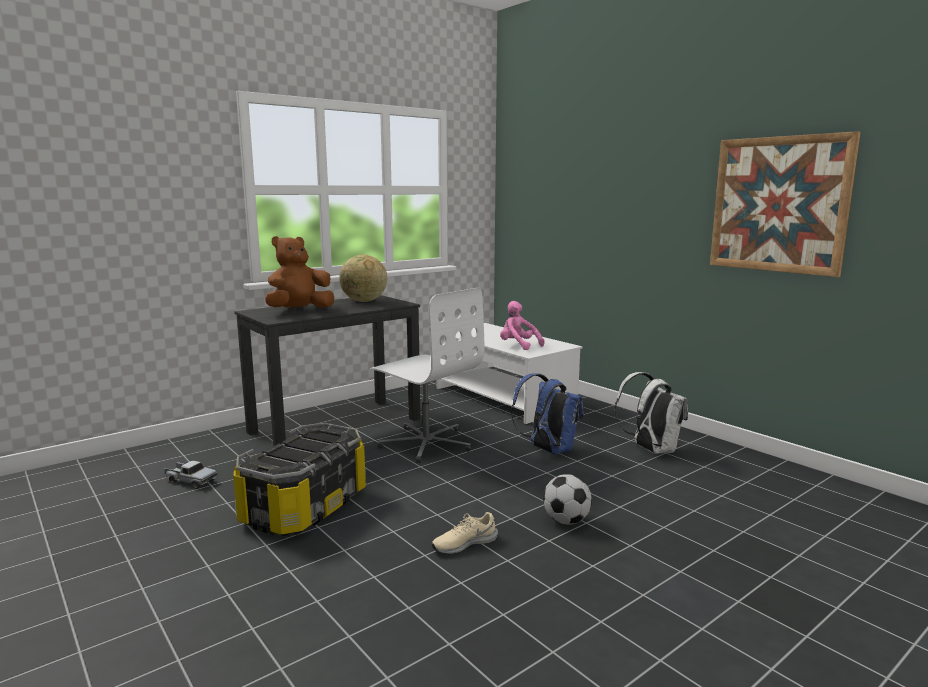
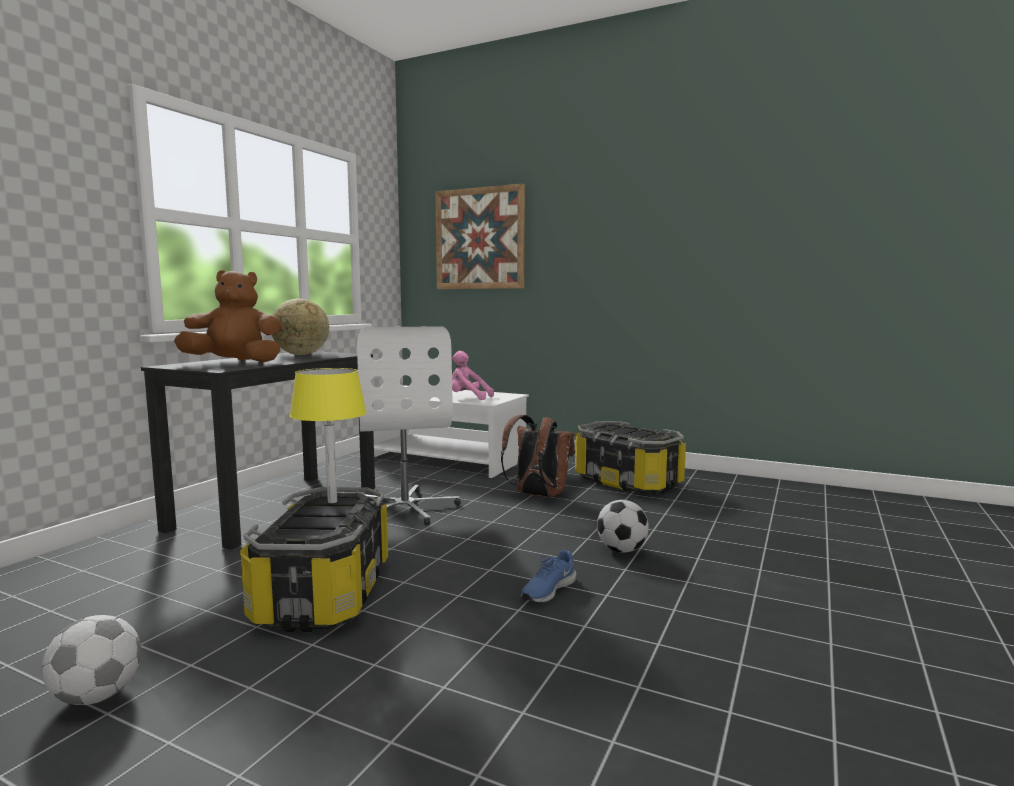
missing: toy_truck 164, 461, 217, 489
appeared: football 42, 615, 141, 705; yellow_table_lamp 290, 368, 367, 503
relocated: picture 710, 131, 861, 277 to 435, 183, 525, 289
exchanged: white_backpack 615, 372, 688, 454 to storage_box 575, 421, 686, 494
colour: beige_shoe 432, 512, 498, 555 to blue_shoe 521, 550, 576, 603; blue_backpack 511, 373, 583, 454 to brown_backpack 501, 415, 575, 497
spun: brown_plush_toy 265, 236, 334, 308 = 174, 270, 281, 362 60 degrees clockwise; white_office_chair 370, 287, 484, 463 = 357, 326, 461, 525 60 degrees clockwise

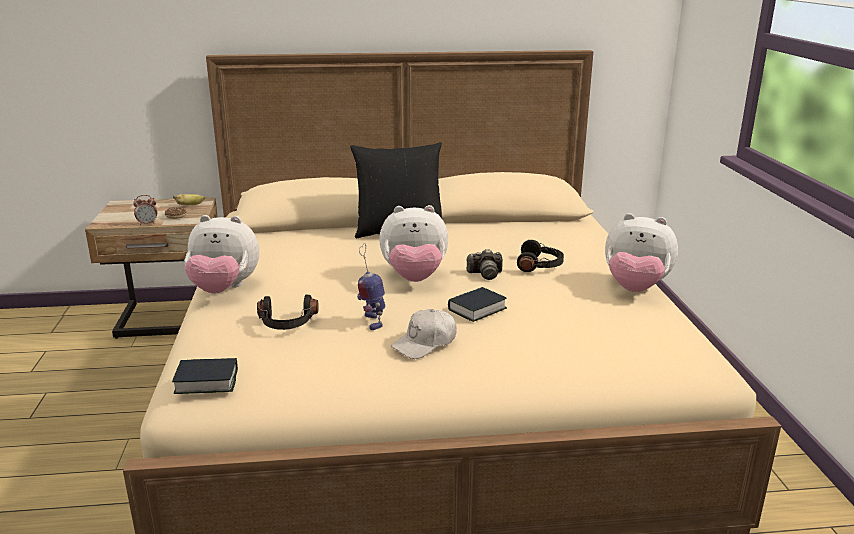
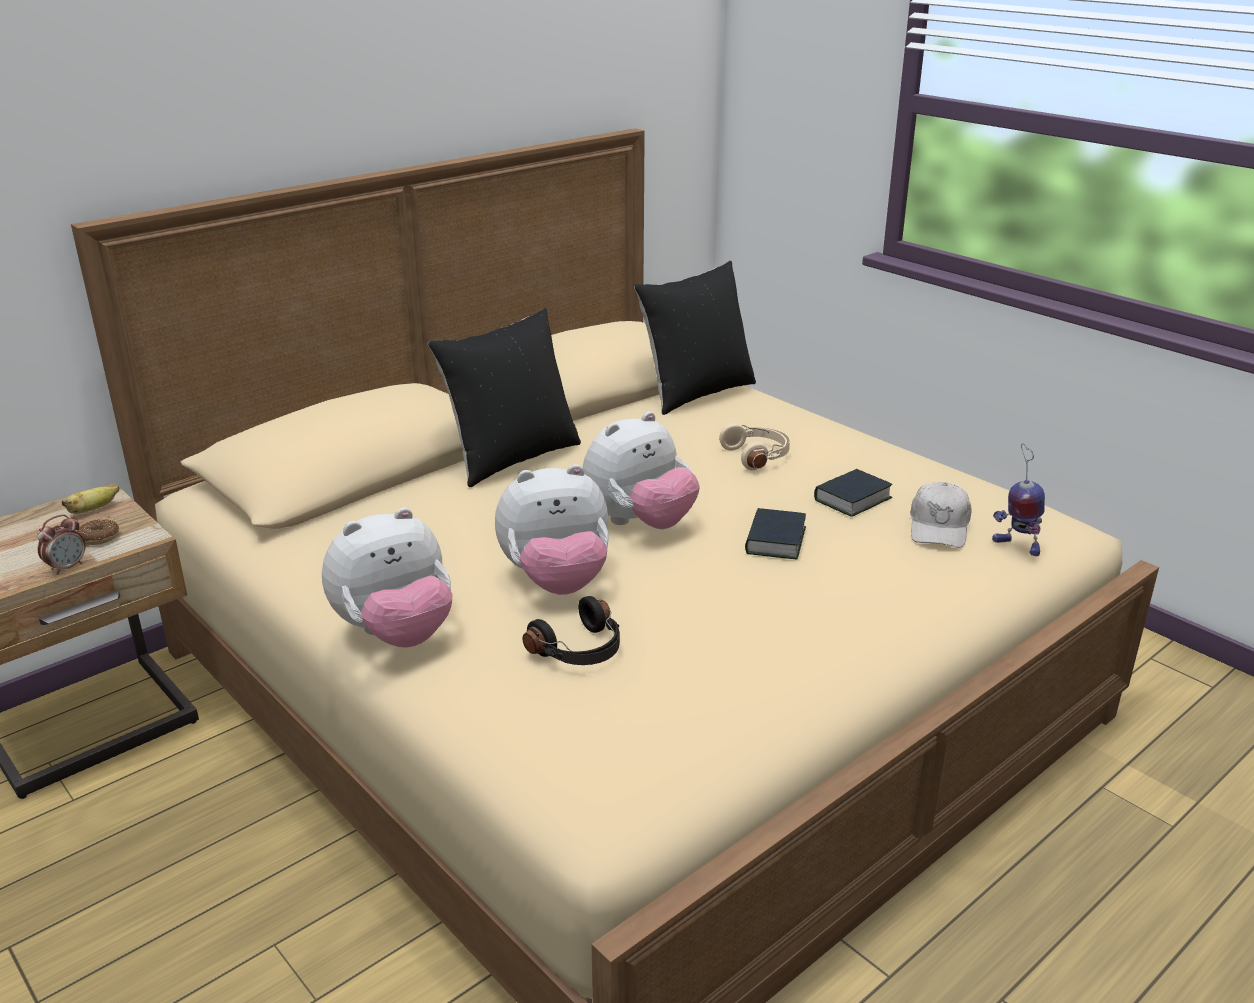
missing: photo_camera 466, 249, 503, 280
appeared: black_pillow 634, 261, 756, 415
relocated: book 172, 358, 238, 394 to 814, 469, 892, 517; toy_robot 357, 243, 385, 330 to 992, 443, 1045, 556; white_cap 391, 309, 457, 359 to 910, 482, 971, 548; plush_toy 605, 213, 678, 292 to 495, 464, 609, 595
colour: black_headphones 517, 240, 564, 272 to beige_headphones 719, 423, 790, 470

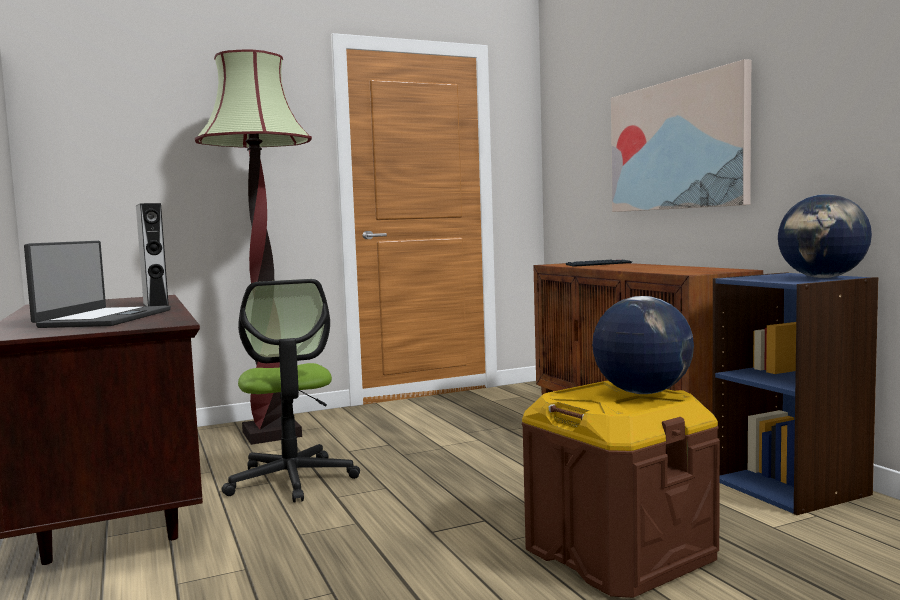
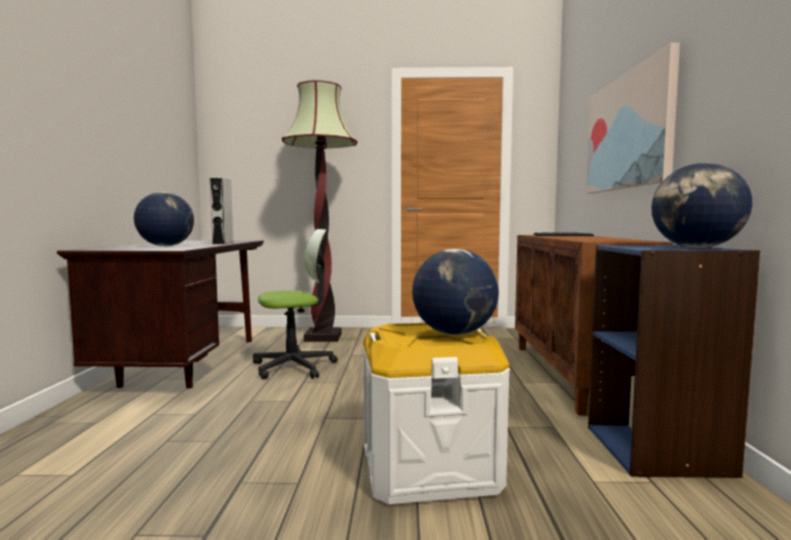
exchanged: laptop 24, 241, 171, 328 to globe 134, 192, 194, 246
colour: brown_storage_box 522, 381, 720, 598 to white_storage_box 363, 323, 510, 505
spun: office_chair 222, 279, 360, 503 = 253, 229, 338, 379 120 degrees counterclockwise

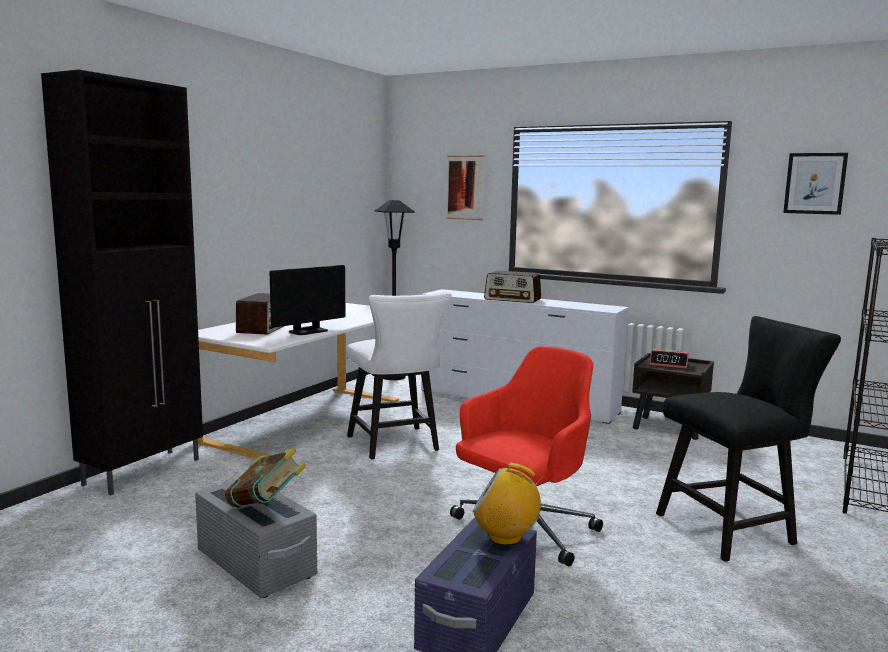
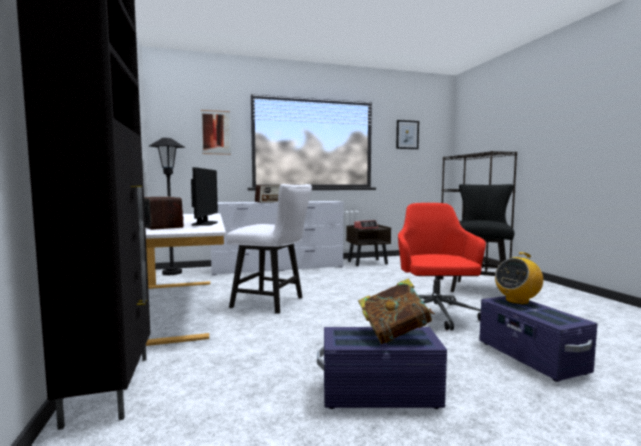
colour: grey_storage_box 195, 480, 317, 598 to purple_storage_box 317, 327, 447, 409

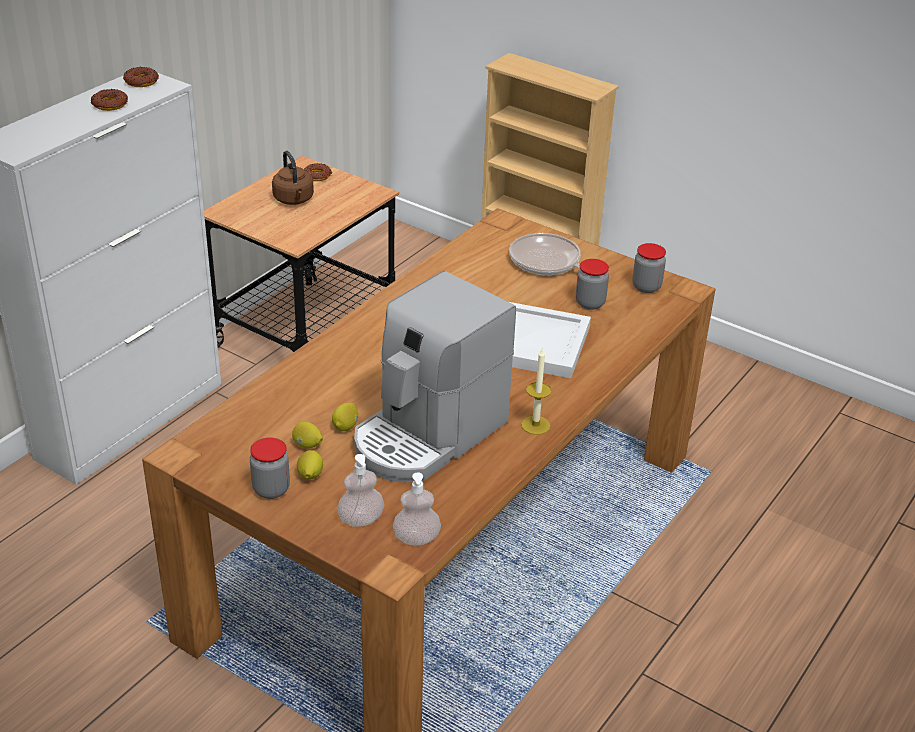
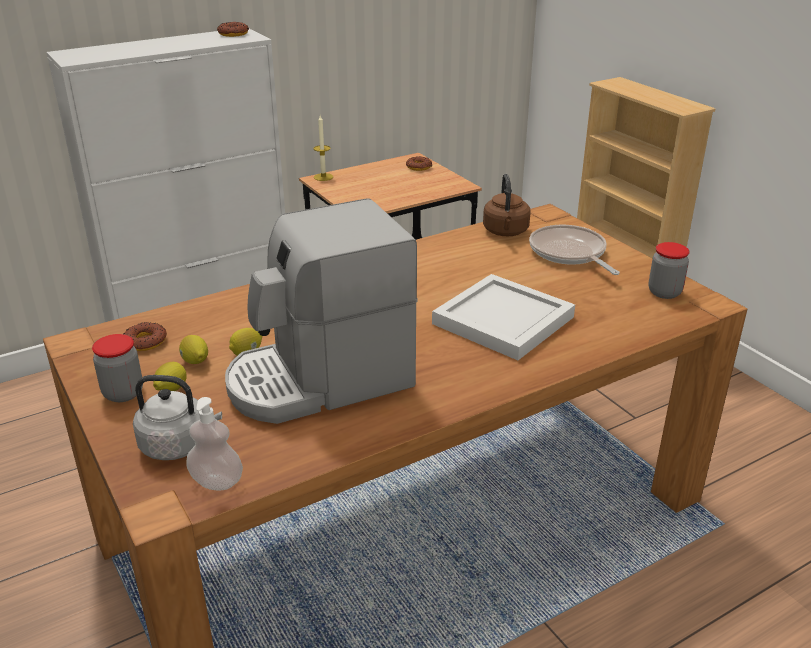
missing: jar 576, 259, 609, 310
relocated: donut 91, 89, 128, 111 to 124, 322, 167, 351; brown_kettle 272, 150, 314, 205 to 483, 174, 531, 236; candle 521, 349, 551, 435 to 314, 115, 333, 181
exchanged: soap_dispenser 337, 454, 384, 527 to grey_kettle 133, 375, 222, 460

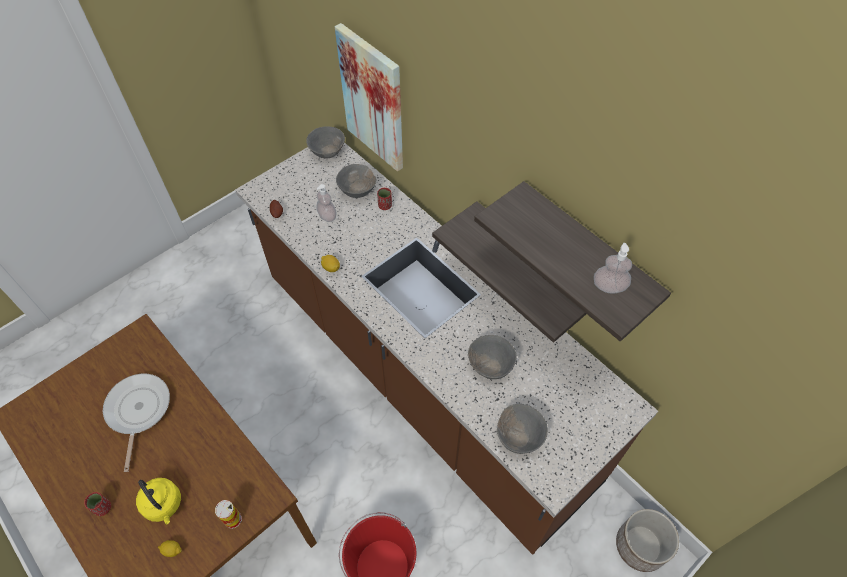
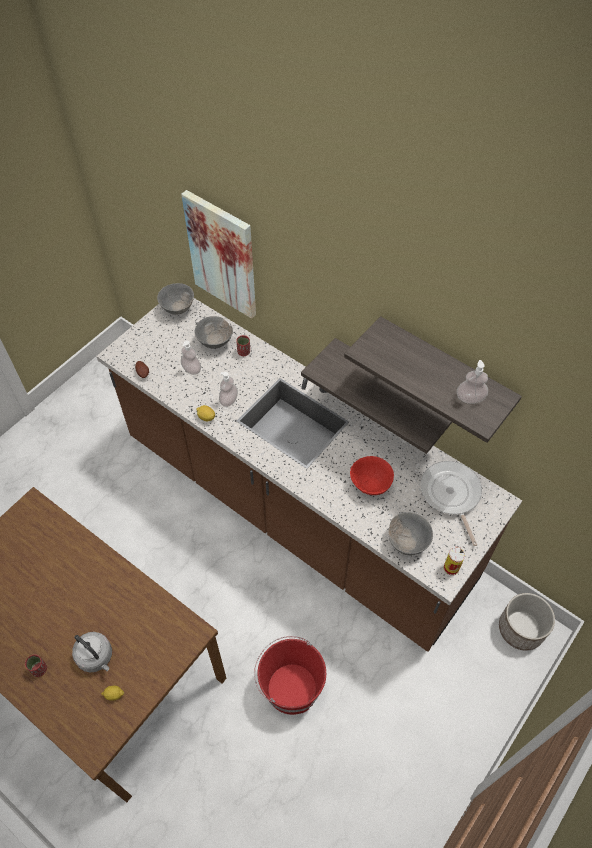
appeared: soap_dispenser 219, 372, 238, 407
relocated: frying_pan 103, 374, 170, 472 to 421, 461, 482, 546; can 215, 500, 242, 529 to 443, 547, 465, 576
colour: yellow_kettle 136, 478, 181, 525 to grey_kettle 72, 632, 112, 672; grey_bowl 468, 335, 516, 379 to red_bowl 350, 456, 394, 495

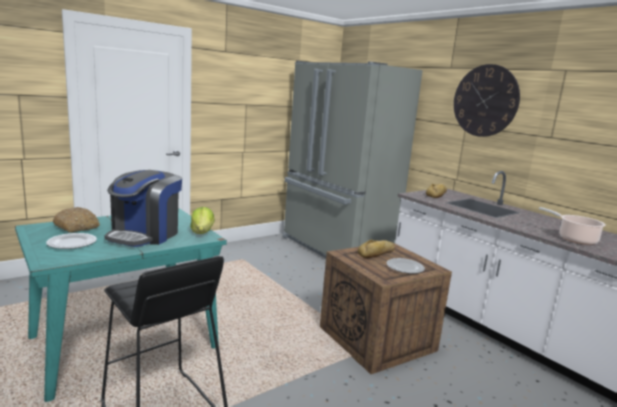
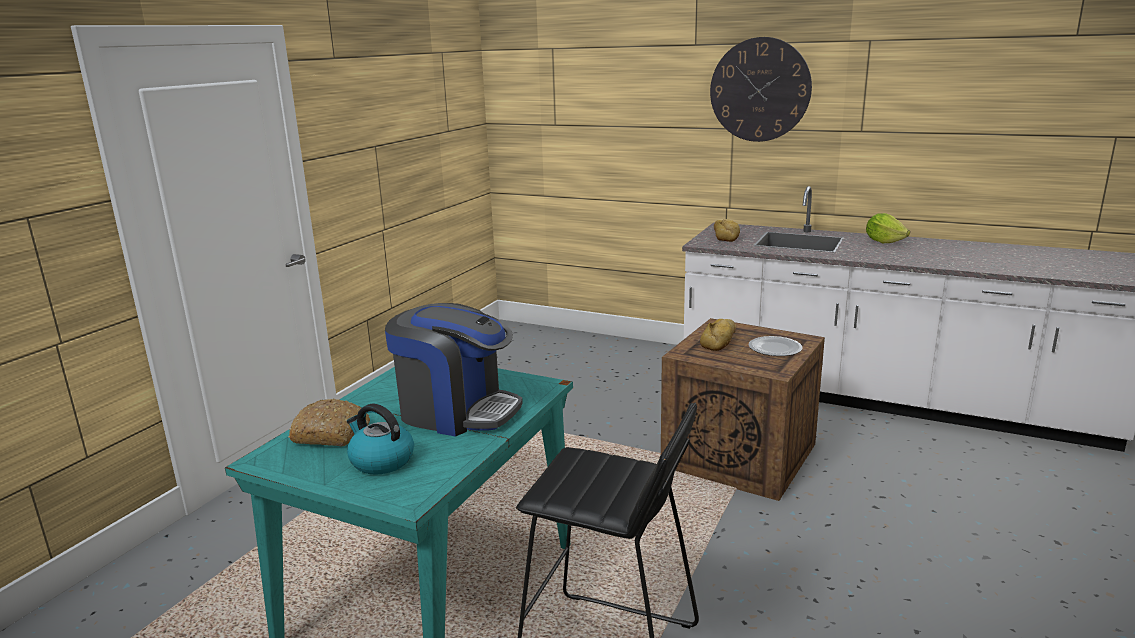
missing: grey_fridge 282, 61, 423, 258; cooking_pot 539, 207, 606, 245
relocated: lettuce 190, 207, 215, 234 to 866, 213, 910, 243
exchanged: plate 46, 233, 97, 249 to kettle 347, 404, 414, 475
spun: coffee_machine 105, 170, 182, 247 = 385, 303, 523, 437 60 degrees counterclockwise

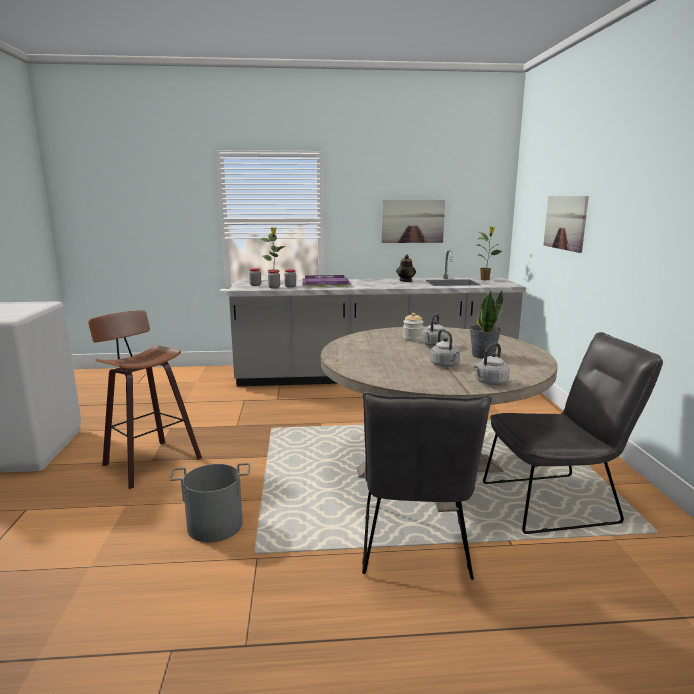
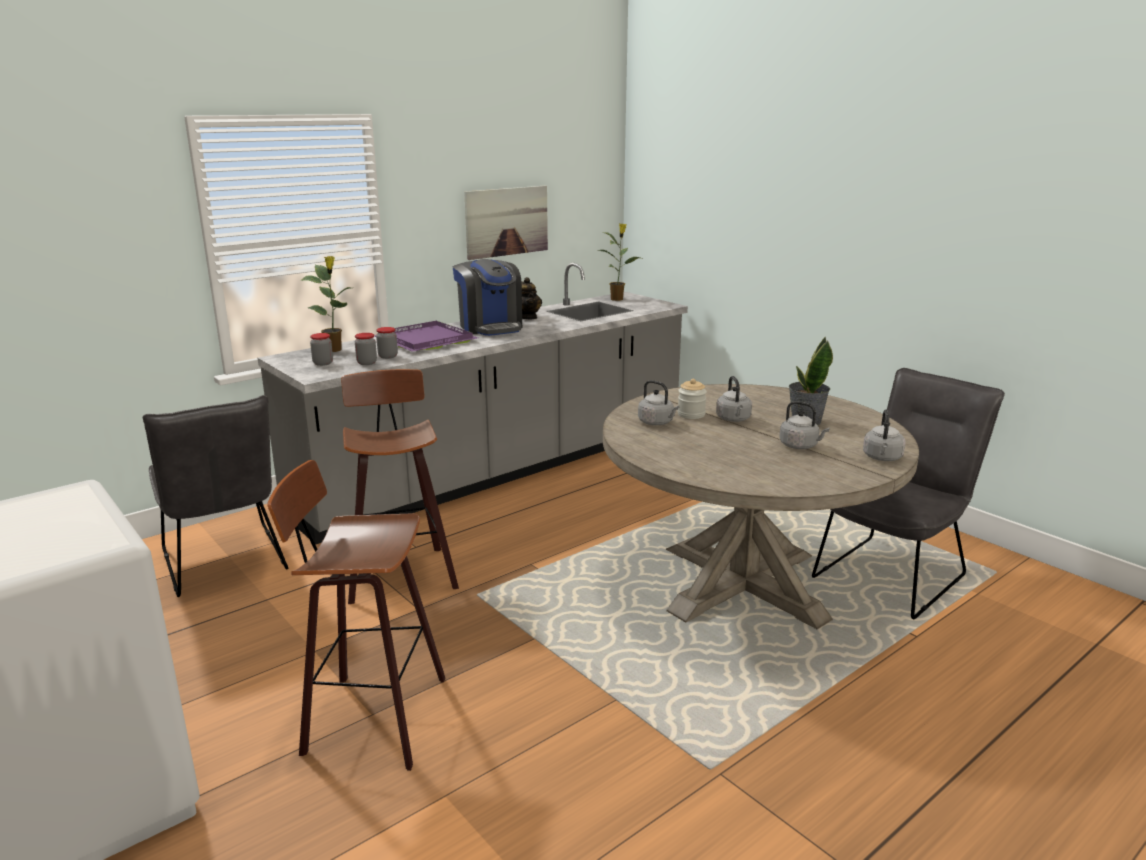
missing: grey_bucket 169, 463, 250, 542; picture 543, 196, 589, 253
appeared: stool 341, 369, 459, 604; coffee_machine 453, 259, 522, 336; grey_kettle 638, 380, 679, 425
relocated: grey_chair 362, 392, 492, 580 to 143, 395, 289, 597

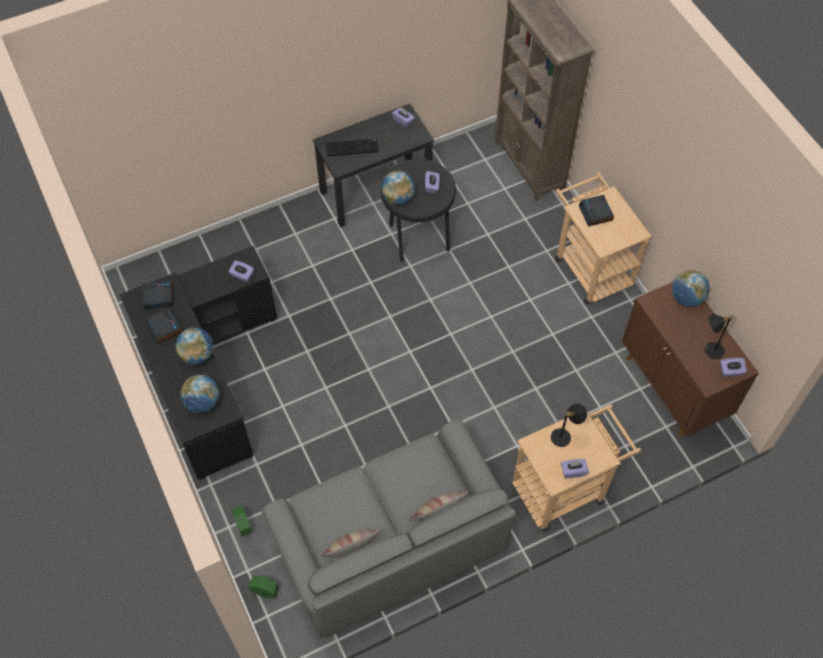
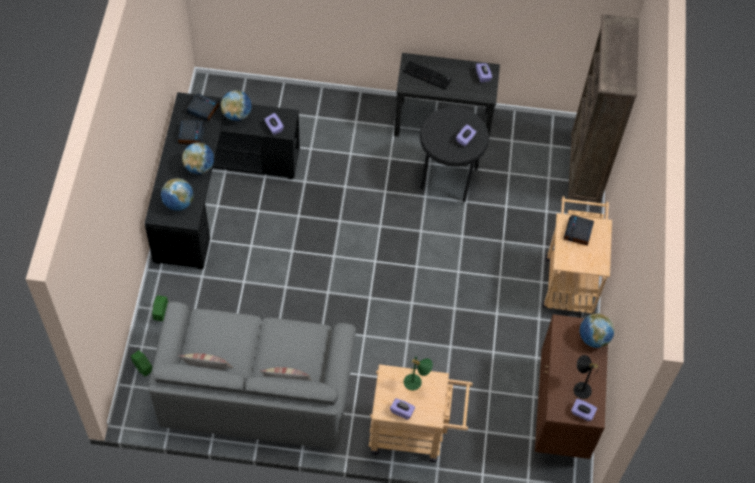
relocated: globe 381, 171, 415, 205 to 221, 90, 252, 121
colour: black_table_lamp 551, 403, 587, 447 to green_table_lamp 404, 356, 433, 391

